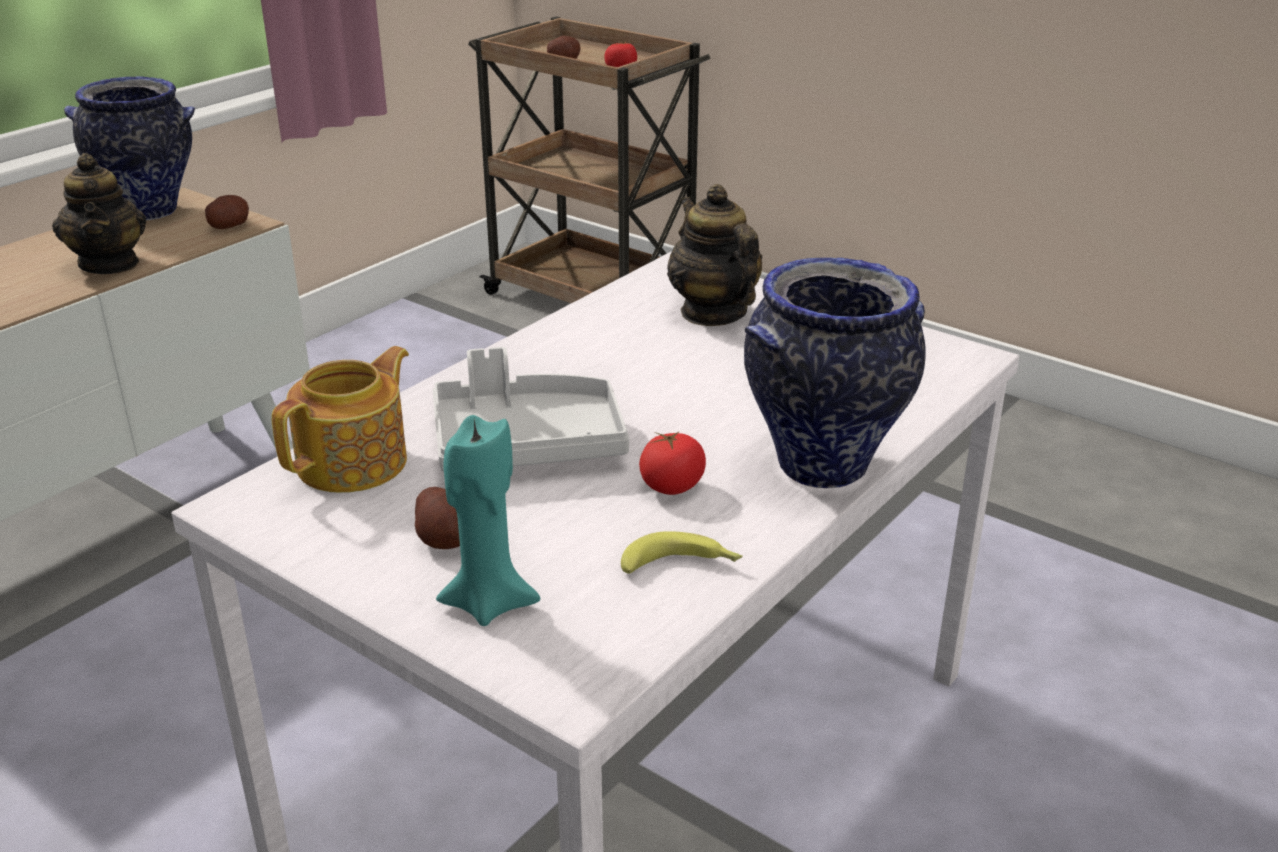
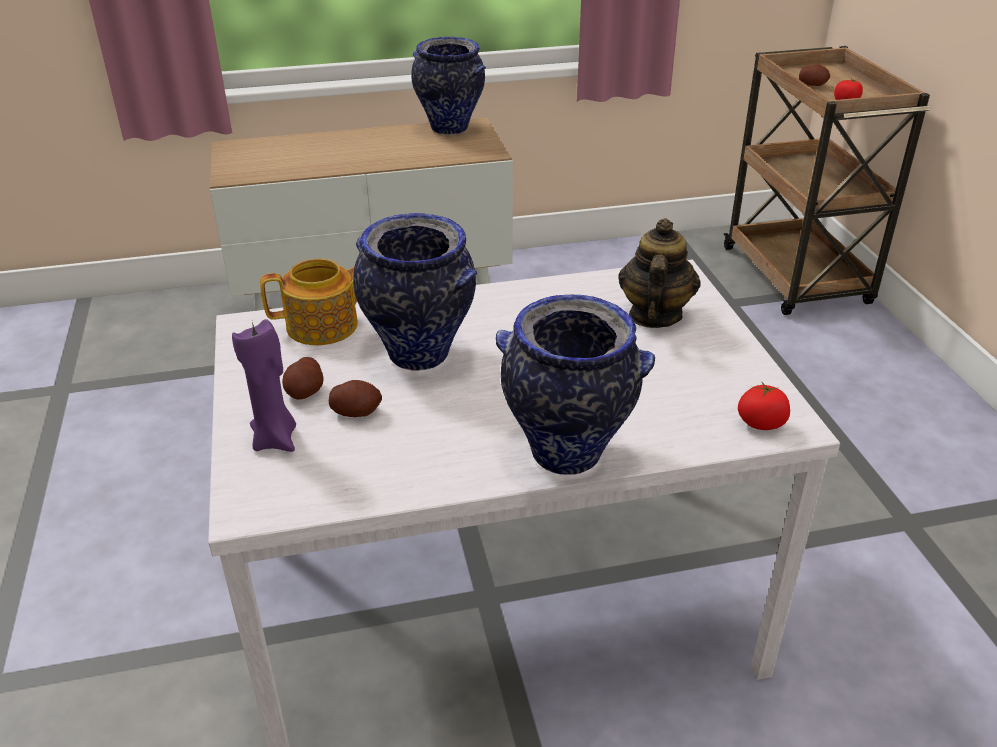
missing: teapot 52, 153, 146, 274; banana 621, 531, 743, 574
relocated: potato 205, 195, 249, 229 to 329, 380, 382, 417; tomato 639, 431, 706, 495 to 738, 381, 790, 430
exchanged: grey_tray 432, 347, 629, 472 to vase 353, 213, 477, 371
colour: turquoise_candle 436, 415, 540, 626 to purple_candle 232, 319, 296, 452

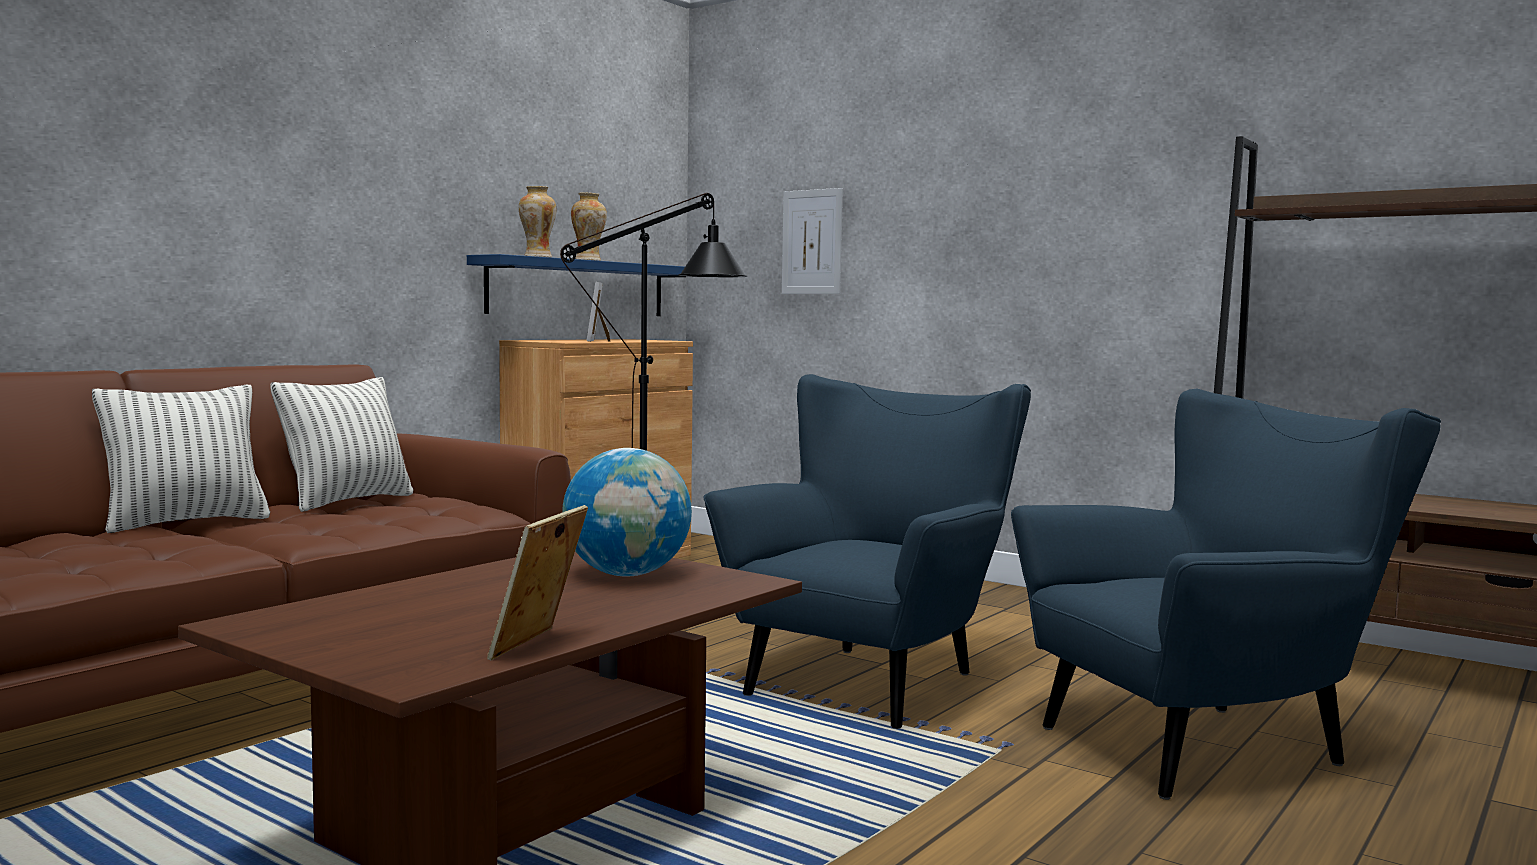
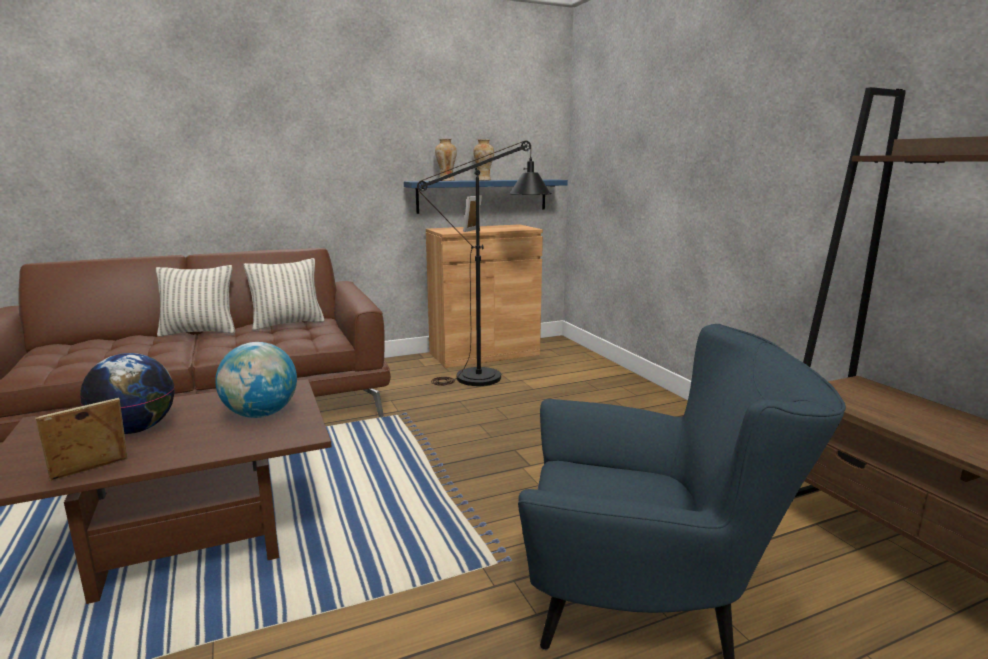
missing: blue_armchair 703, 374, 1031, 729; picture 782, 188, 843, 294
appeared: globe 80, 353, 174, 434

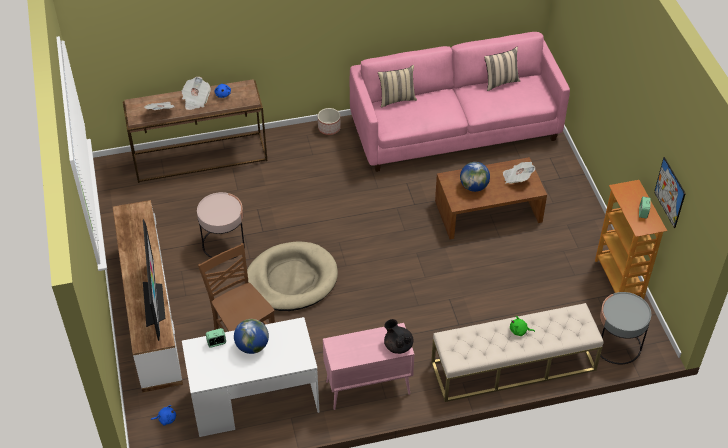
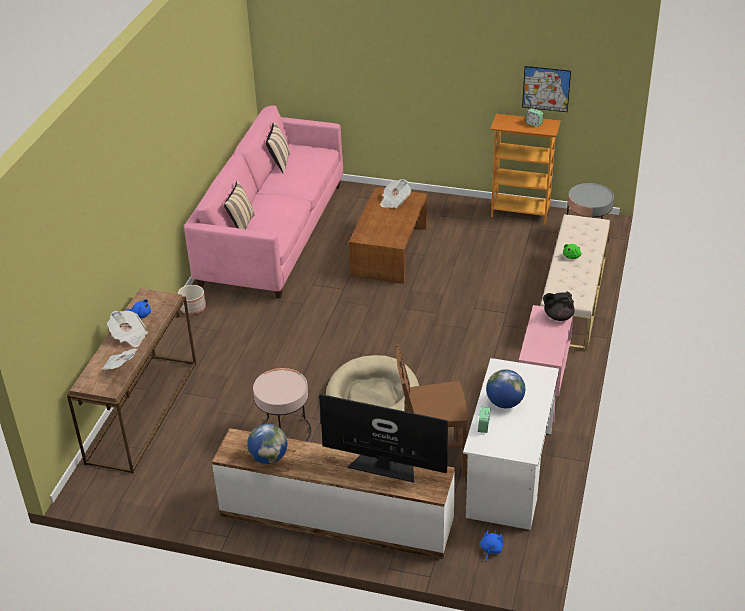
relocated: globe 460, 162, 490, 192 to 247, 424, 287, 464

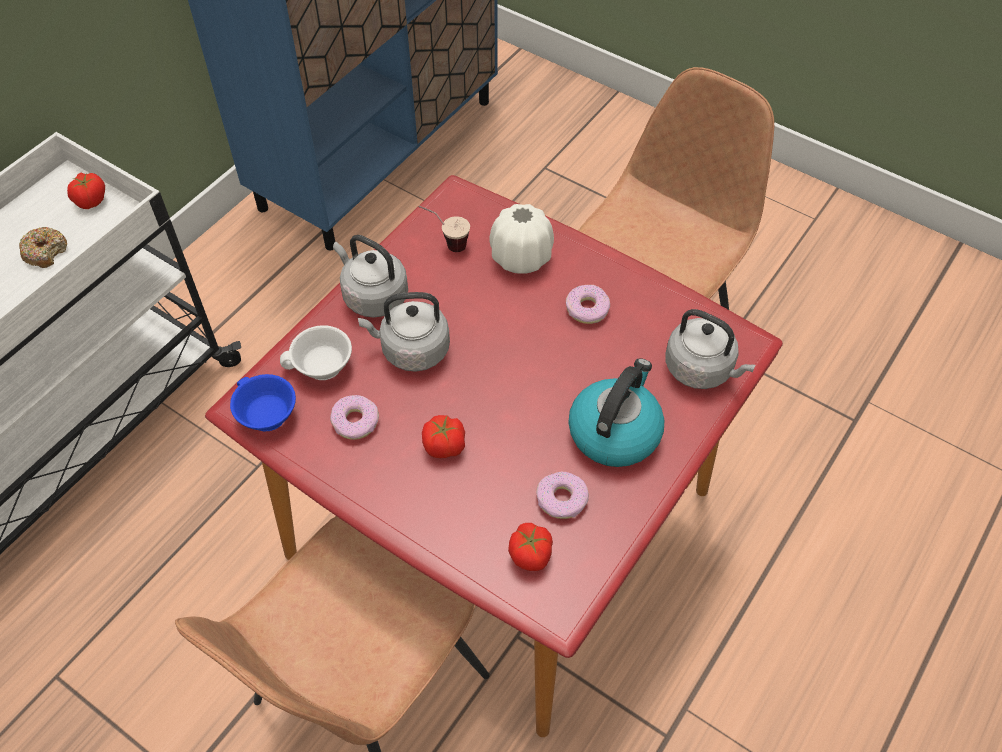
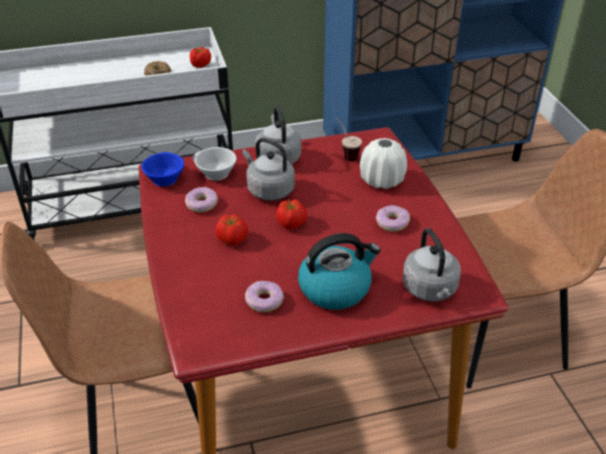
relocated: tomato 508, 523, 553, 571 to 276, 199, 307, 230

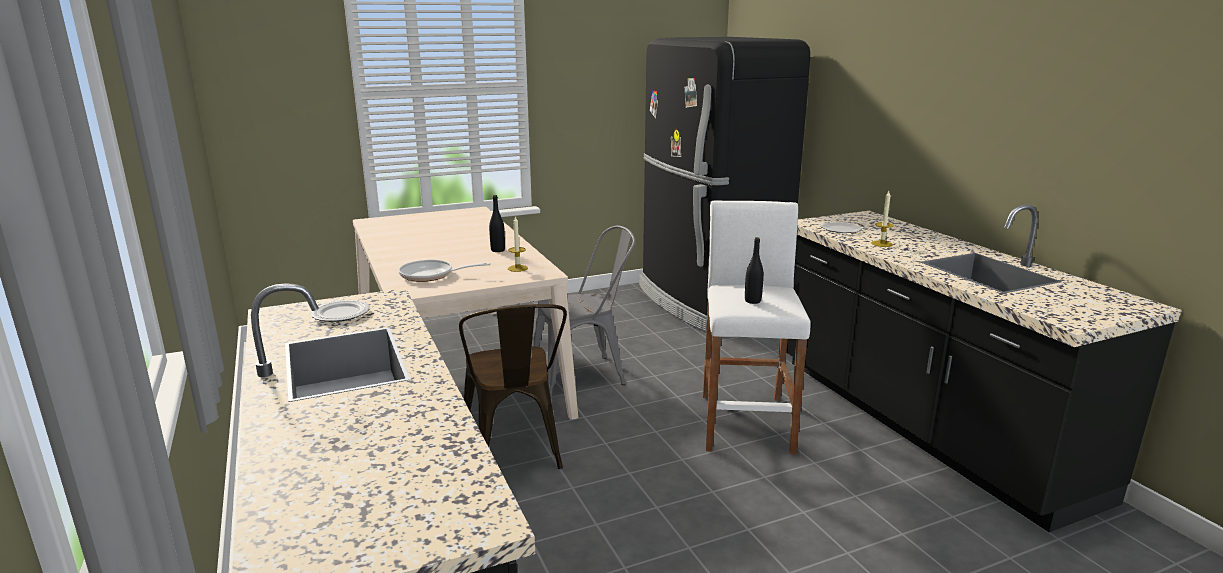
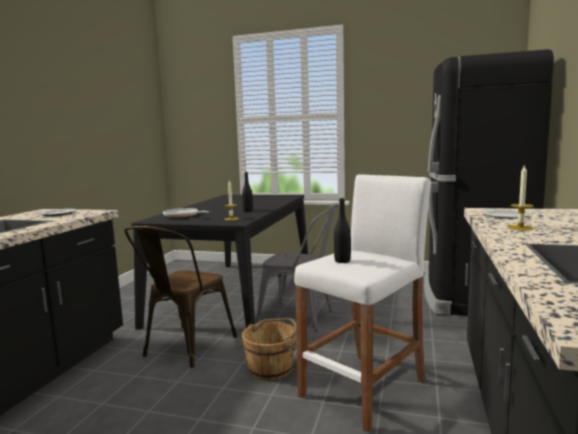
appeared: brown_bucket 242, 318, 297, 381
colour: beige_dining_table 353, 207, 578, 420 to black_dining_table 131, 195, 308, 330

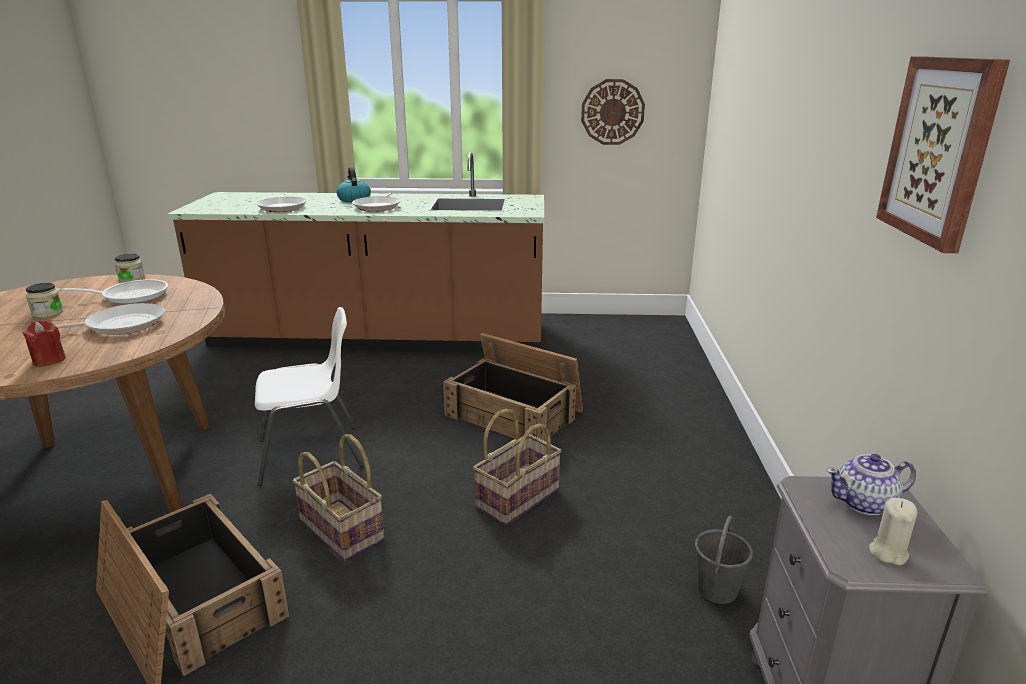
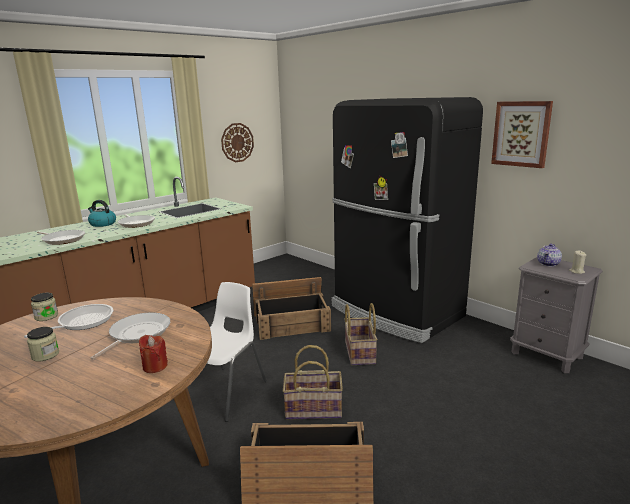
missing: grey_bucket 695, 516, 753, 604
appeared: black_fridge 332, 97, 483, 343

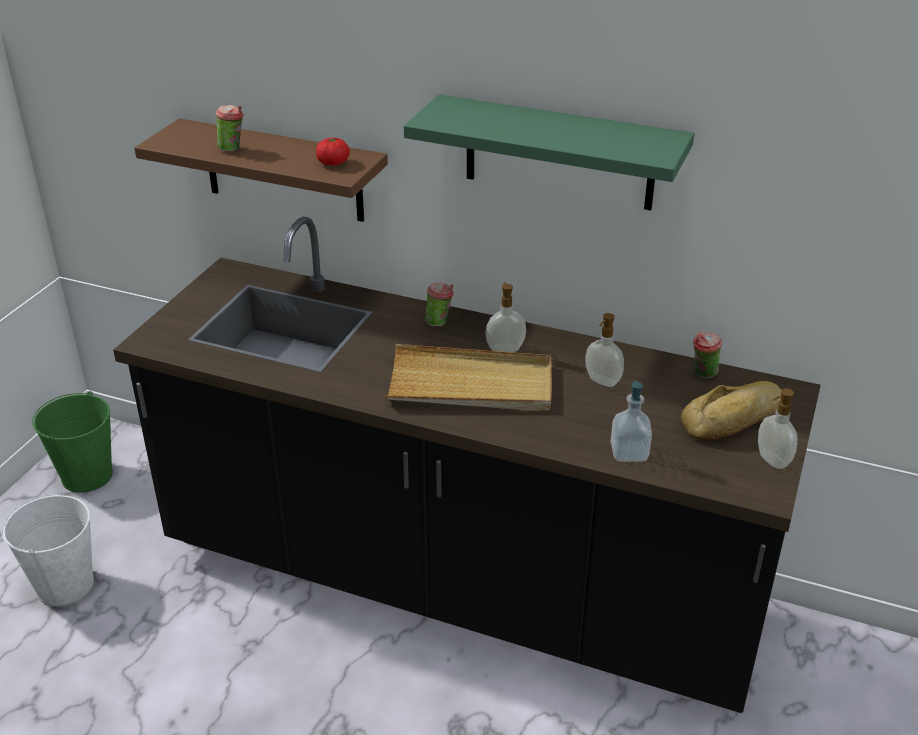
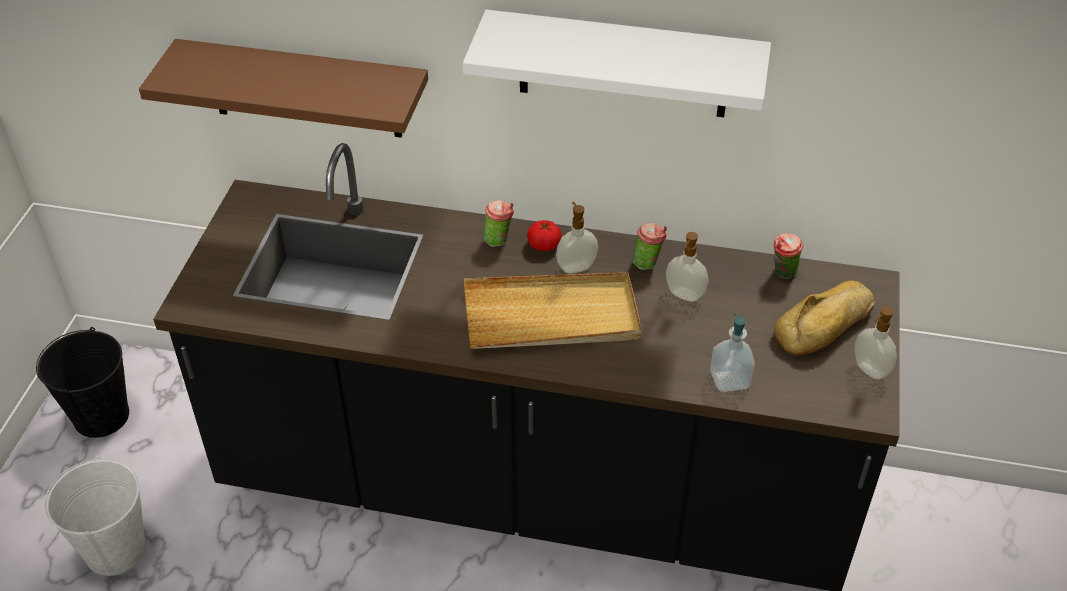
relocated: cup 215, 105, 244, 151 to 633, 223, 667, 270; tomato 316, 138, 350, 166 to 527, 220, 562, 251
colour: green_bucket 32, 391, 113, 493 to black_bucket 36, 327, 129, 438; green_shelf 404, 94, 694, 211 to white_shelf 463, 10, 771, 117

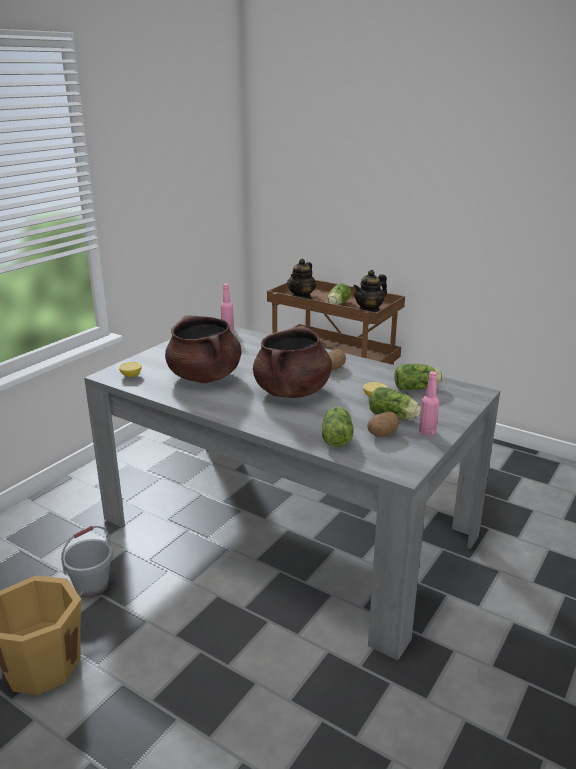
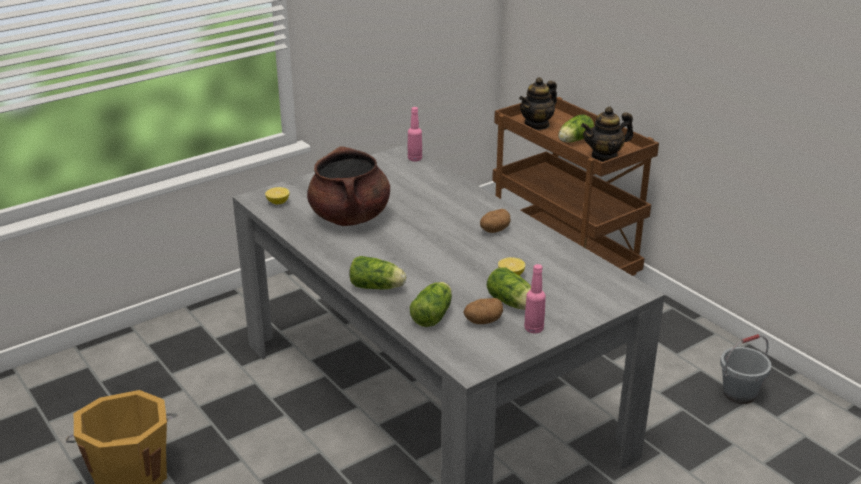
missing: brown_cooking_pot 253, 326, 332, 398
relocated: grey_bucket 61, 526, 113, 598 to 720, 334, 772, 404; lettuce 394, 364, 443, 390 to 349, 256, 406, 289

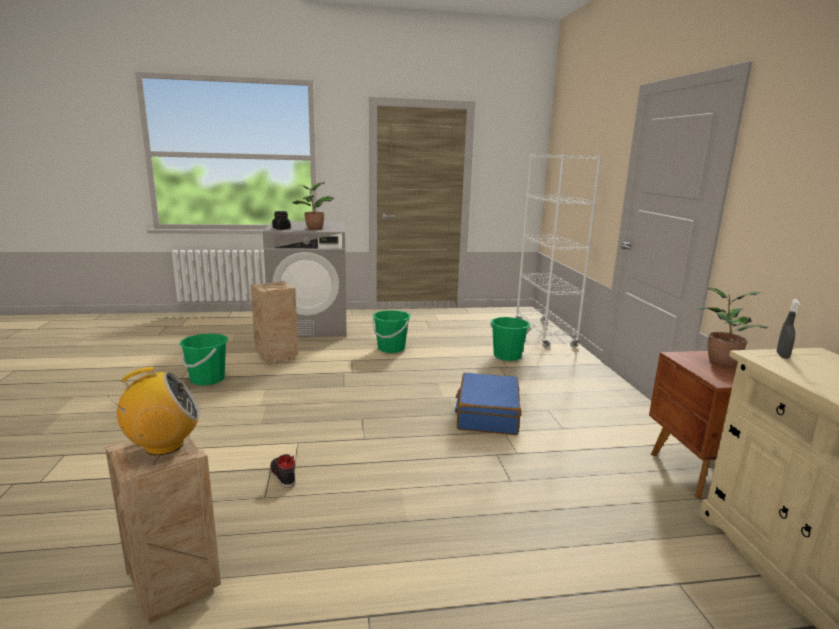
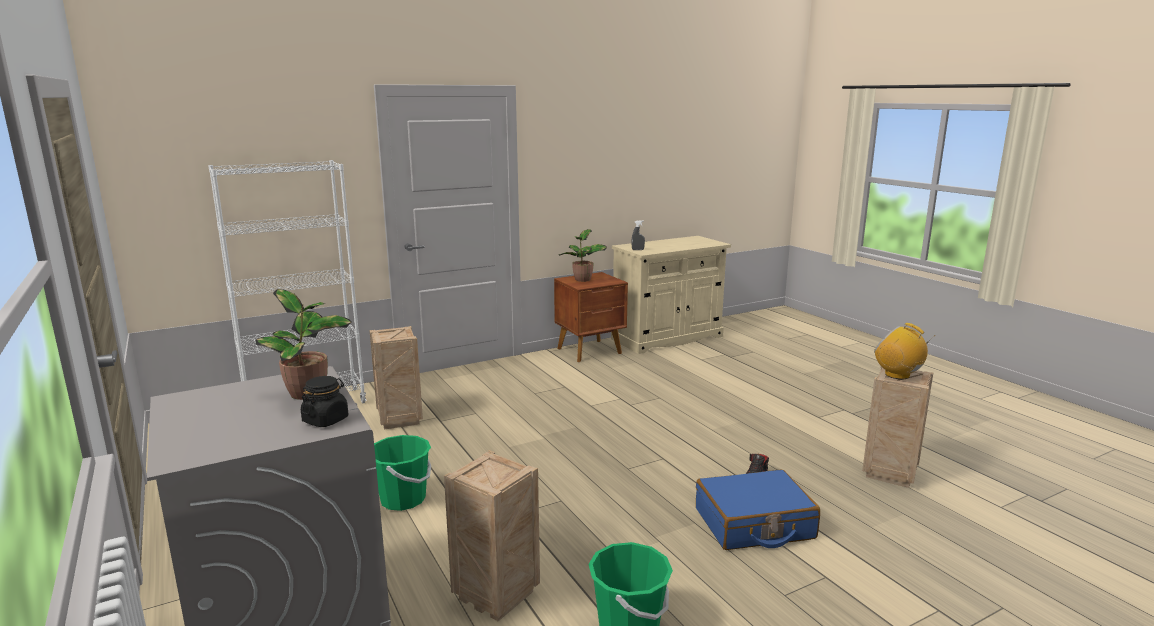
relocated: blue_suitcase 455, 373, 521, 435 to 696, 470, 820, 550
exchanged: green_bucket 490, 317, 531, 361 to crate 369, 326, 423, 430

